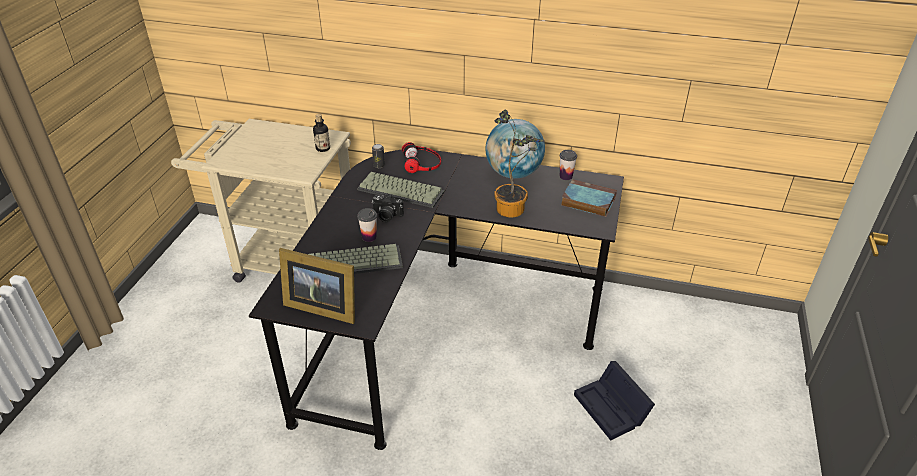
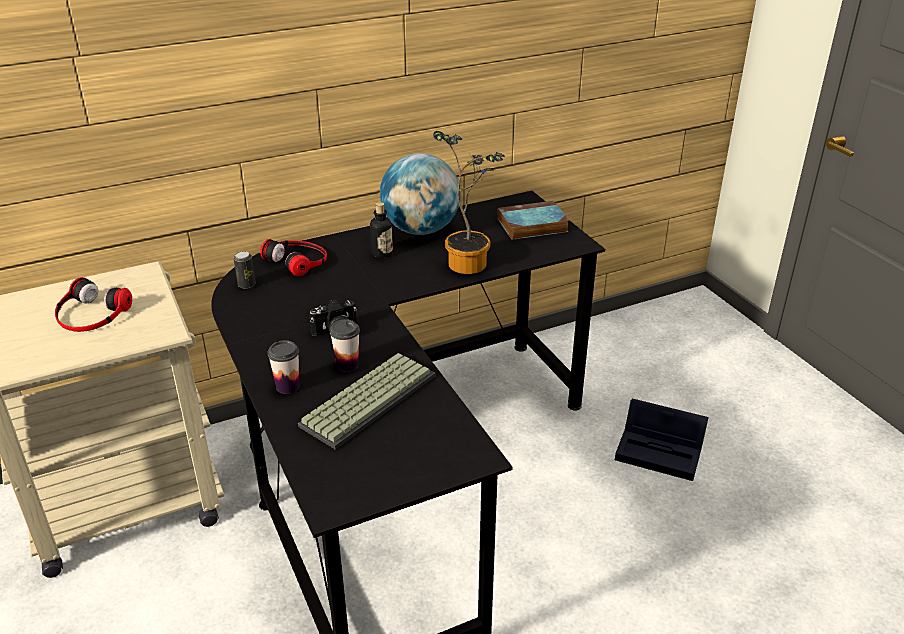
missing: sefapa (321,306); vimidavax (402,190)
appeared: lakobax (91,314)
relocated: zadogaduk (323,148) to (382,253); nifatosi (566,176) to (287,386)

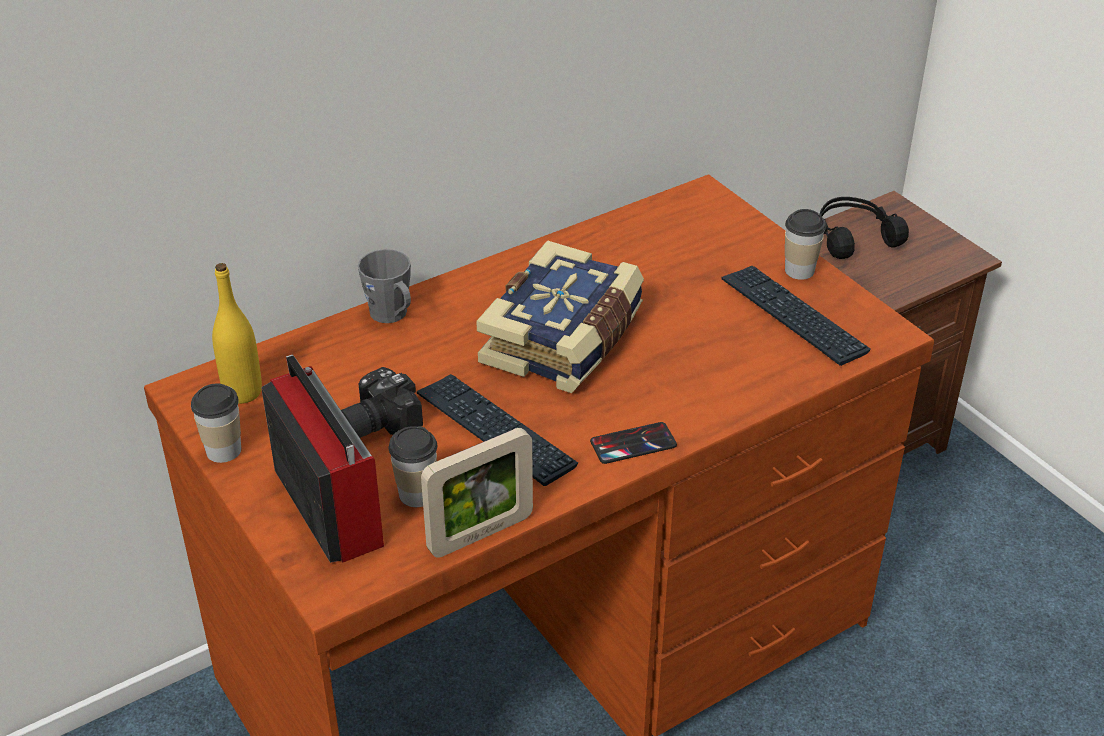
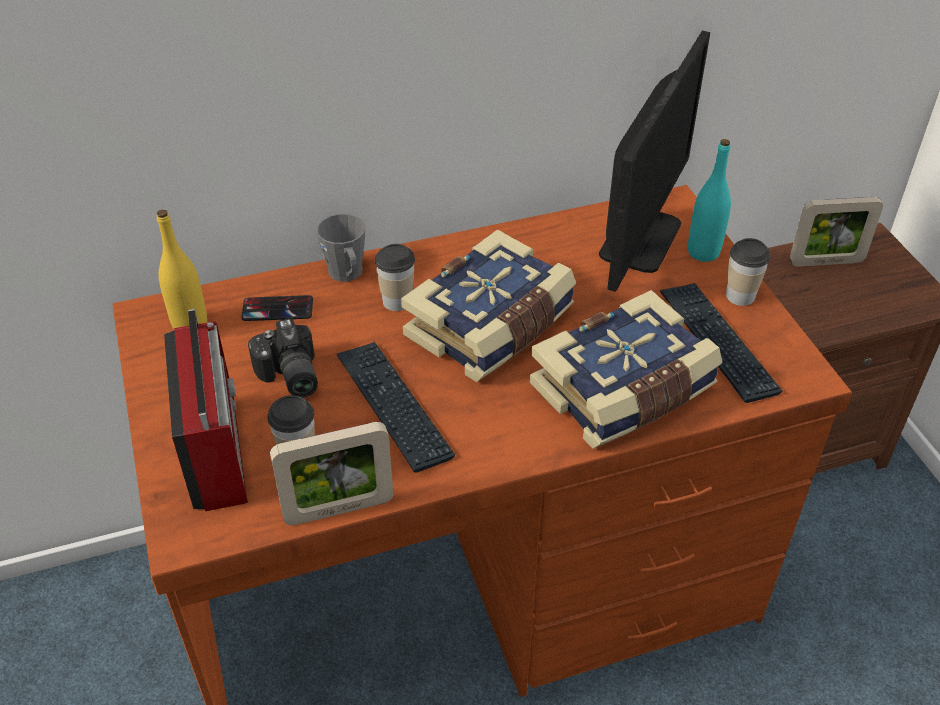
appeared: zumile (624,392); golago (640,239); turquoise zadogaduk (703,252)
relocated: nifatosi (223,450) to (397,301); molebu (633,443) to (277,309)
exchanged: black lakobax (853,237) to sefapa (826,262)
spun: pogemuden (373,423) = (288,377) 90 degrees counterclockwise

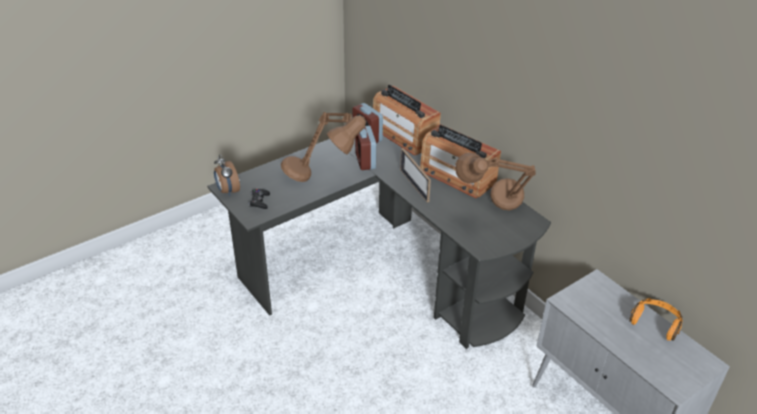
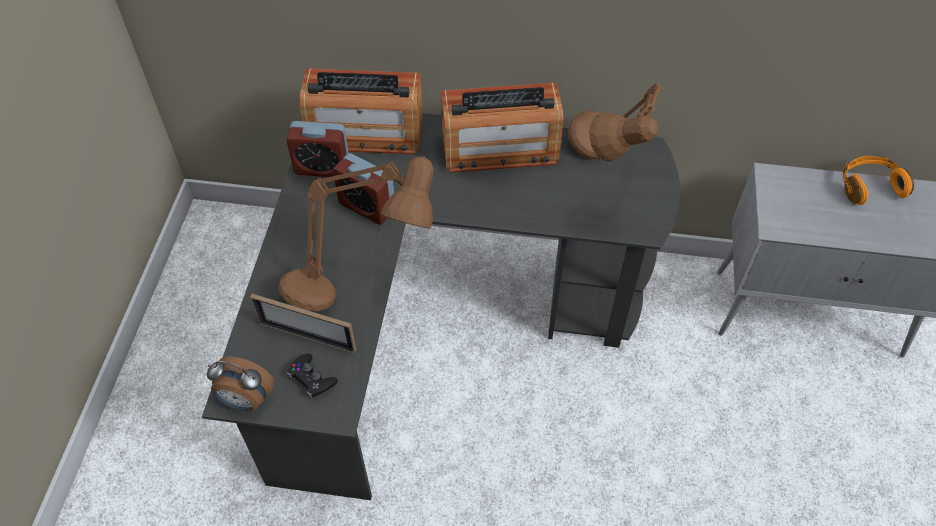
relocated: sefapa (414,185) to (307,336)

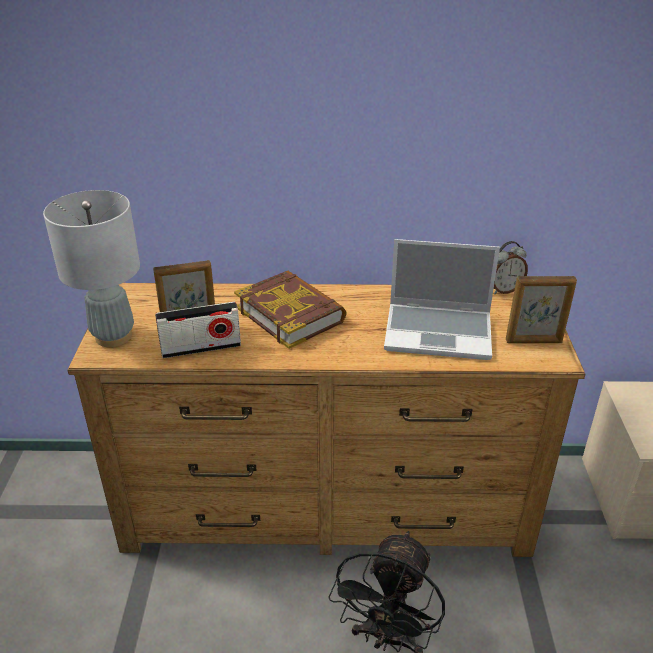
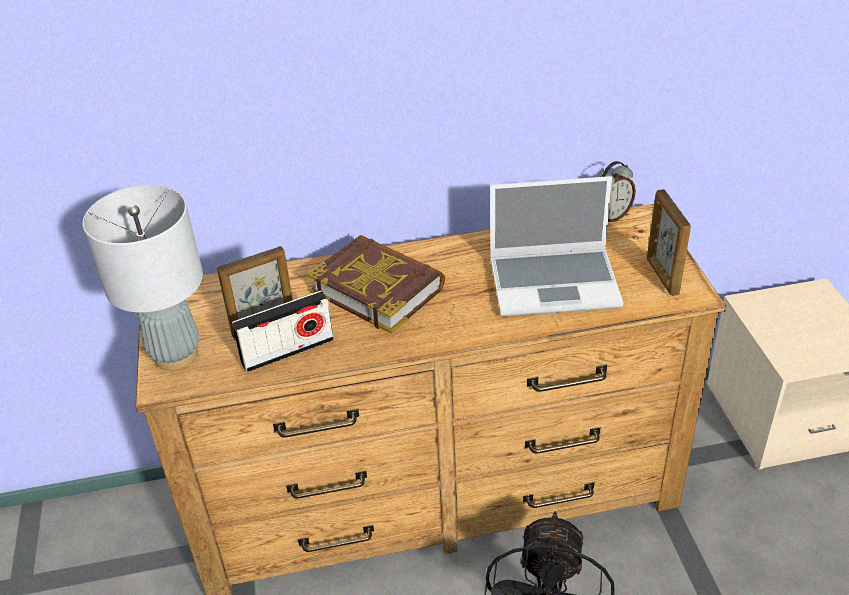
spun: sefapa (534,341) = (662,276) 90 degrees clockwise

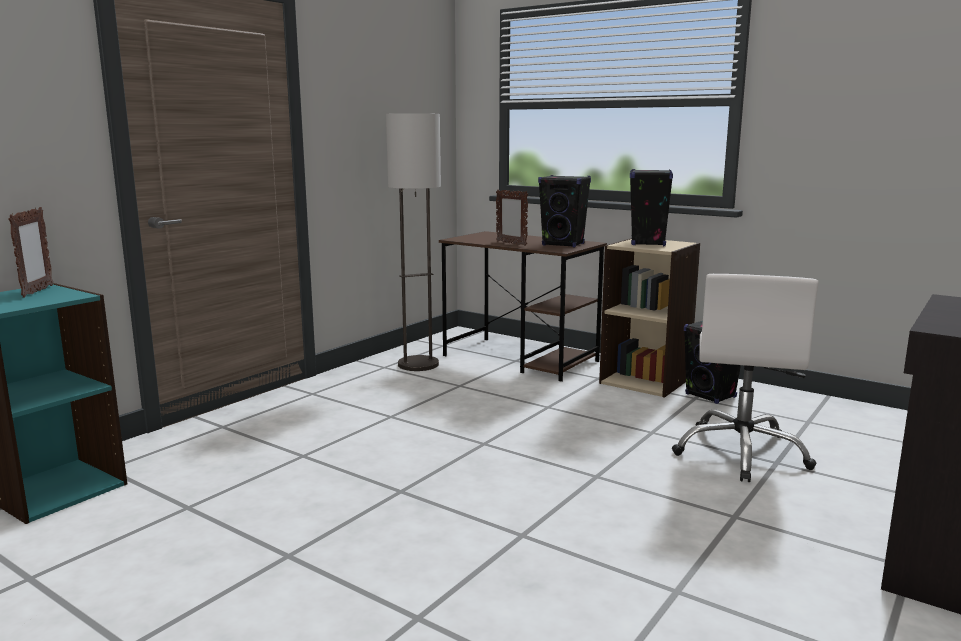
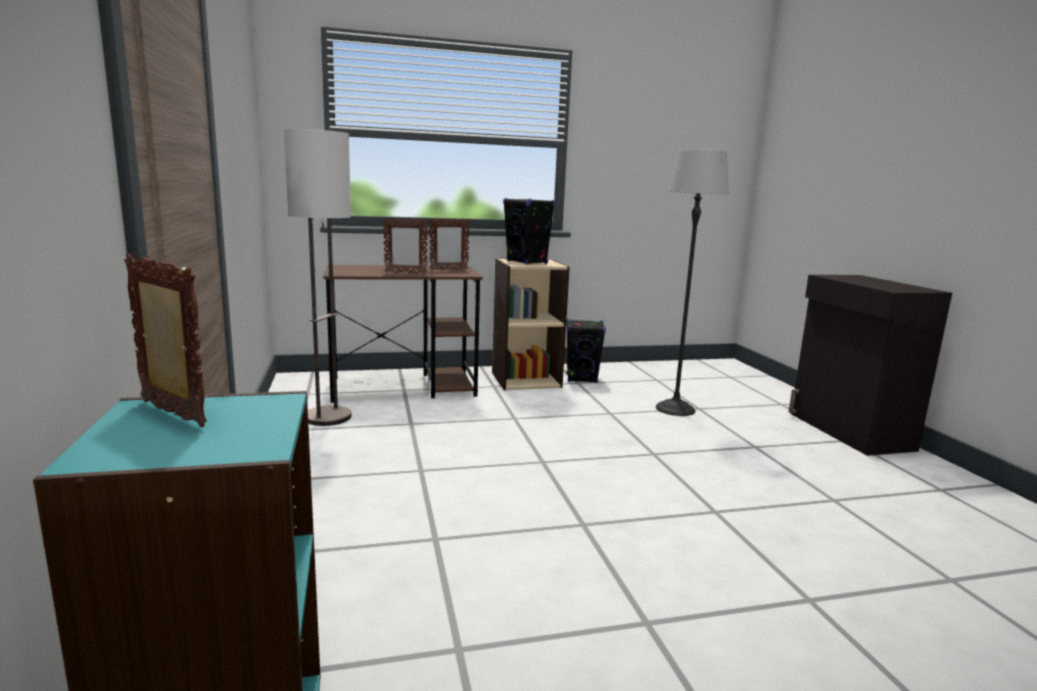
exchanged: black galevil (563,244) to sefapa (448,270); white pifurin (741,453) to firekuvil (675,409)

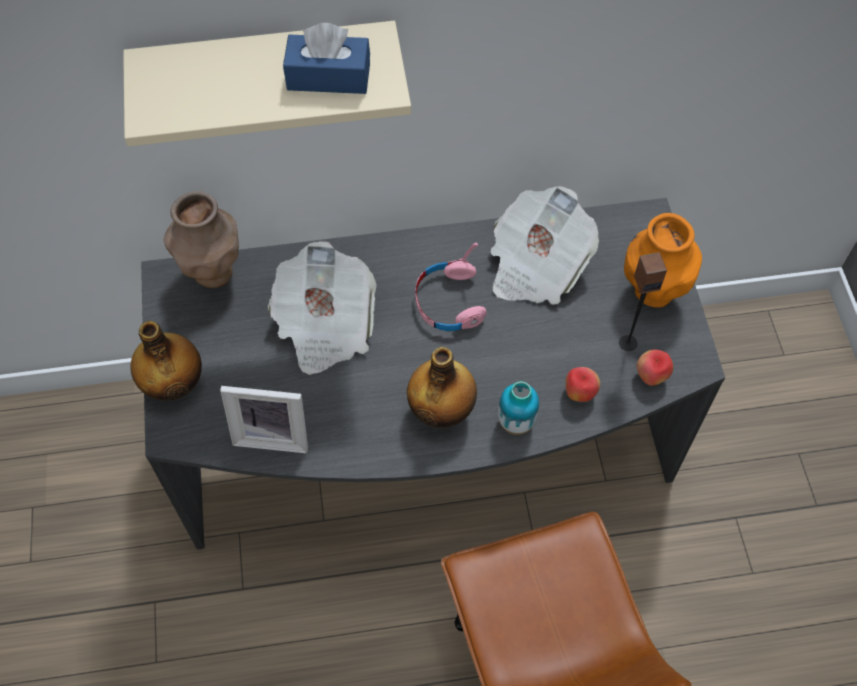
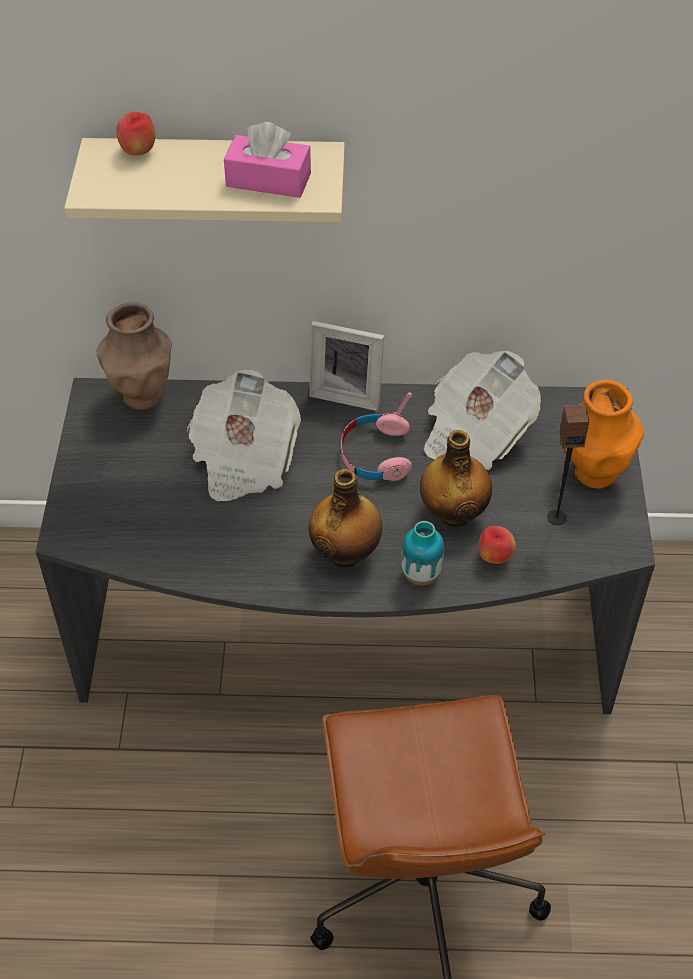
relocated: zadogaduk (174,384) to (454,513); sefapa (273,434) to (347,393); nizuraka (651,376) to (138,151)
colour: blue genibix (328,76) to pink genibix (268,180)

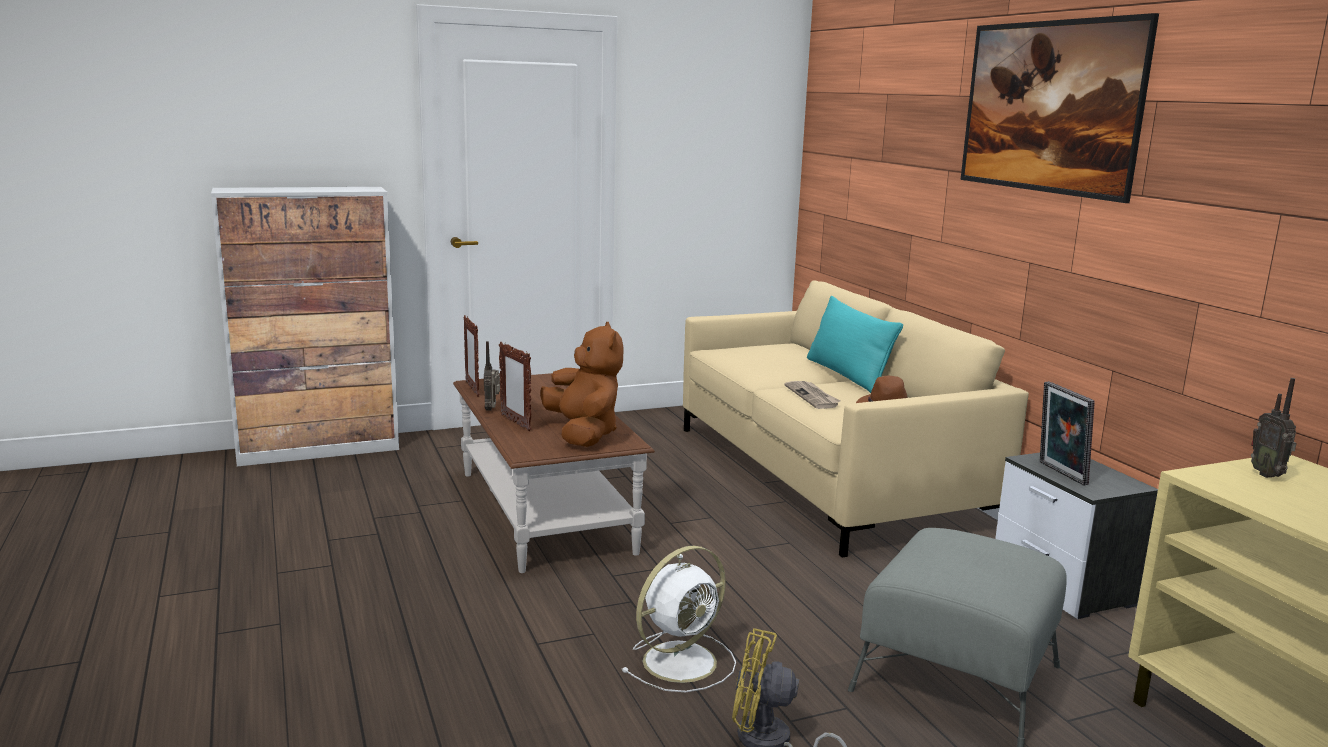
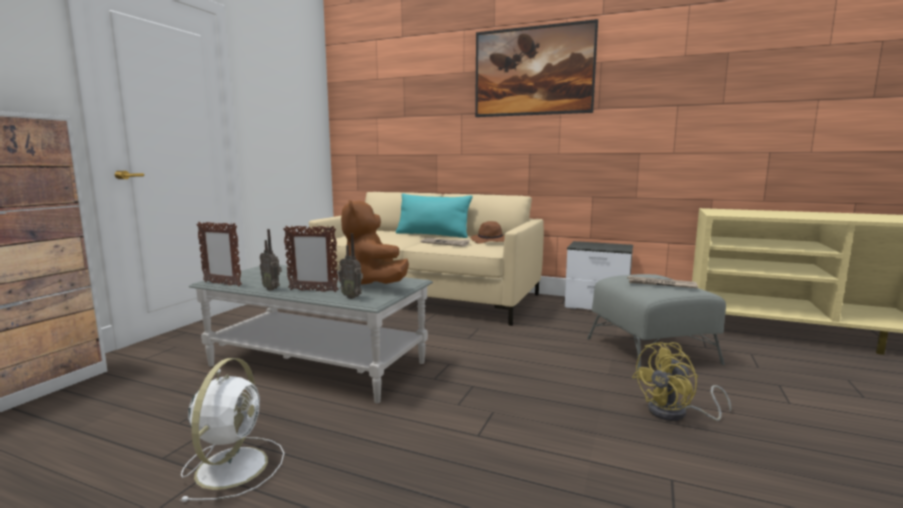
missing: sefapa (1059,473)
appeared: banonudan (660,284)
relocated: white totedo (682,660) to (233,465); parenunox (1268,475) to (352,297)
colour: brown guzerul (545,511) to grey guzerul (317,364)
spun: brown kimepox (583,434) = (374,284) 135 degrees counterclockwise

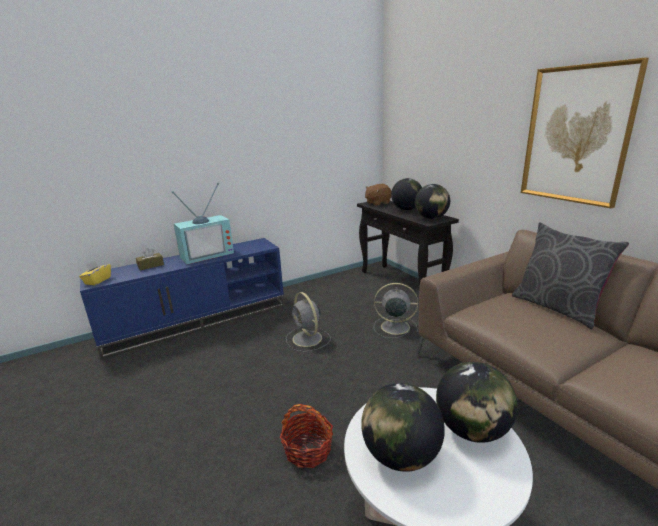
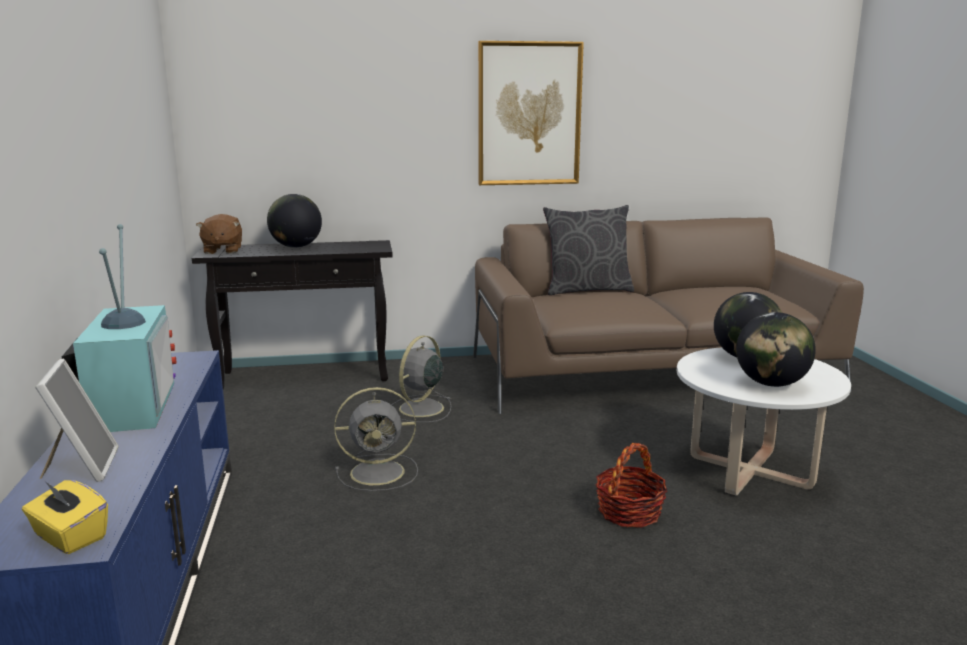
missing: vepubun (431,218)
exchanged: brown genibix (151,266) to sefapa (81,467)

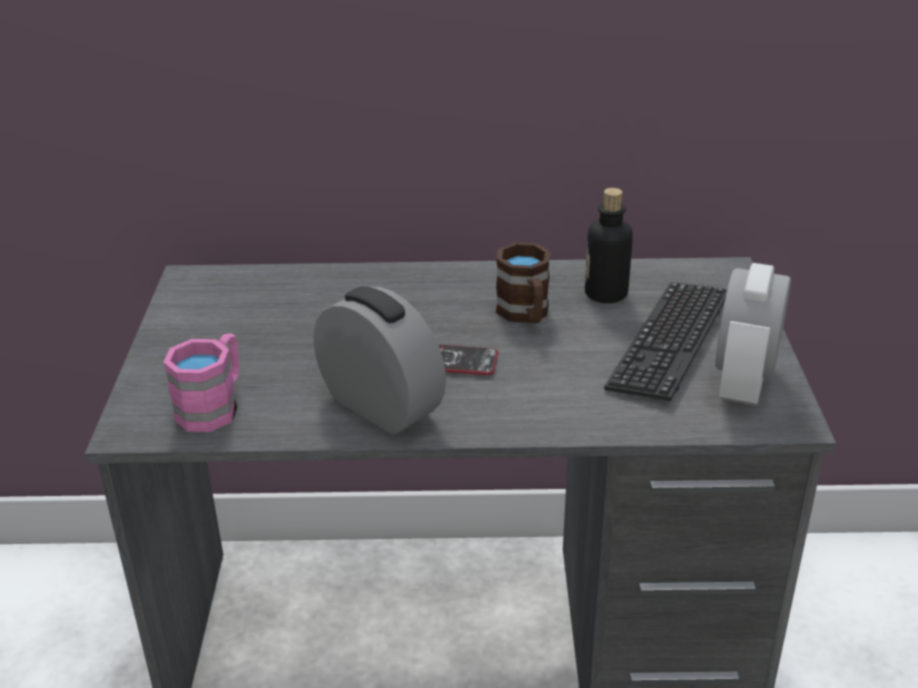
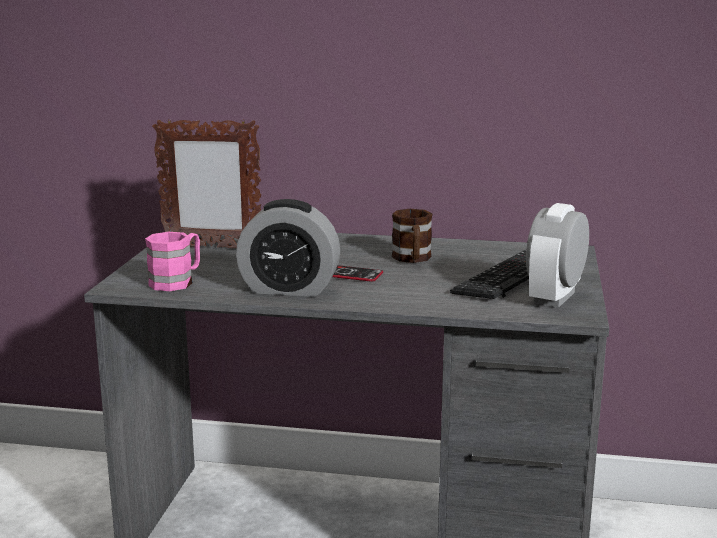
missing: zadogaduk (606,293)
appeared: sefapa (211,247)
spun: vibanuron (381,406) = (289,289) 135 degrees clockwise

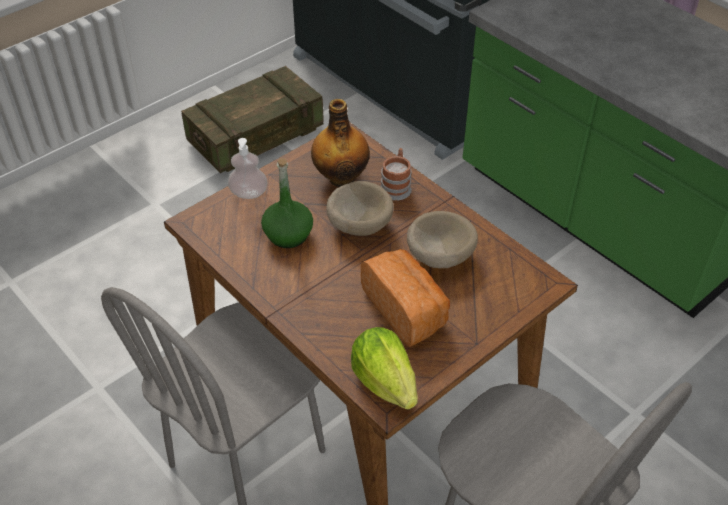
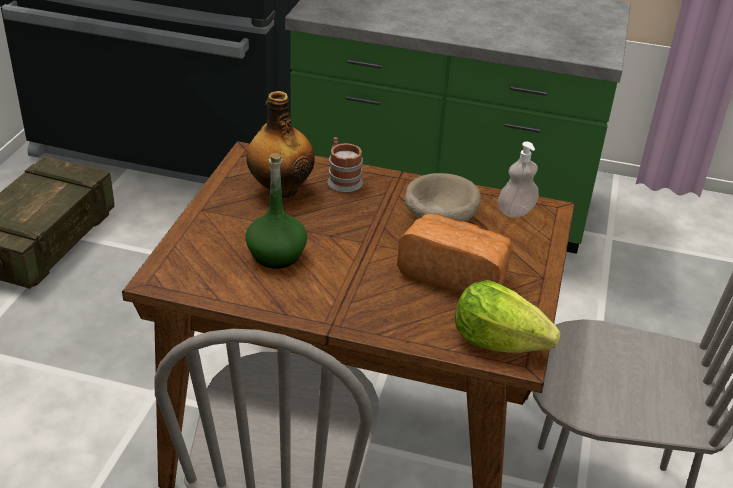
missing: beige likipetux (359,223)
relocated: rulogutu (249,193) to (516,211)

